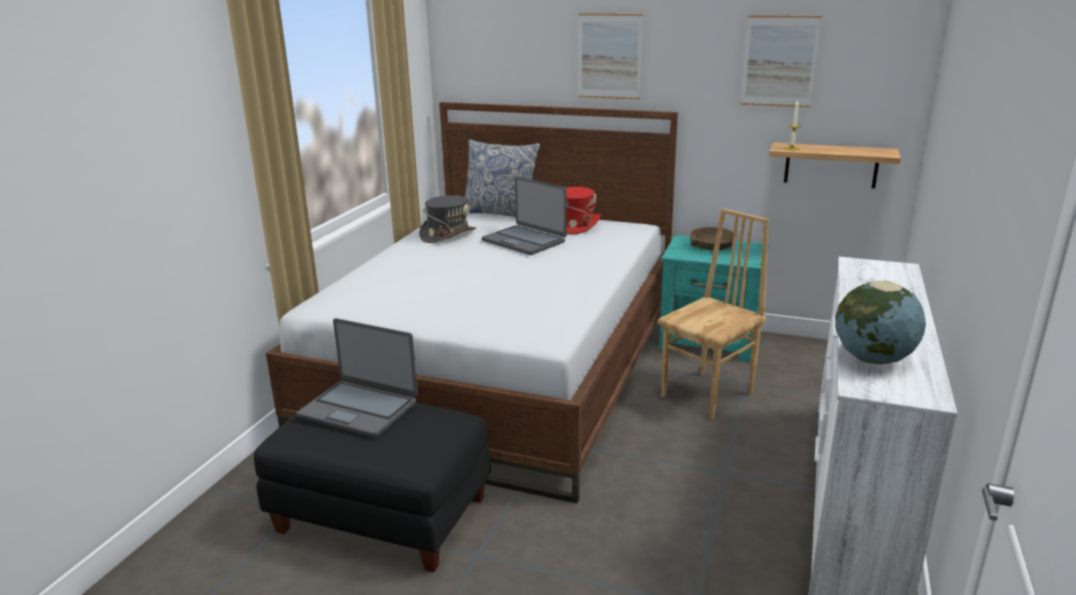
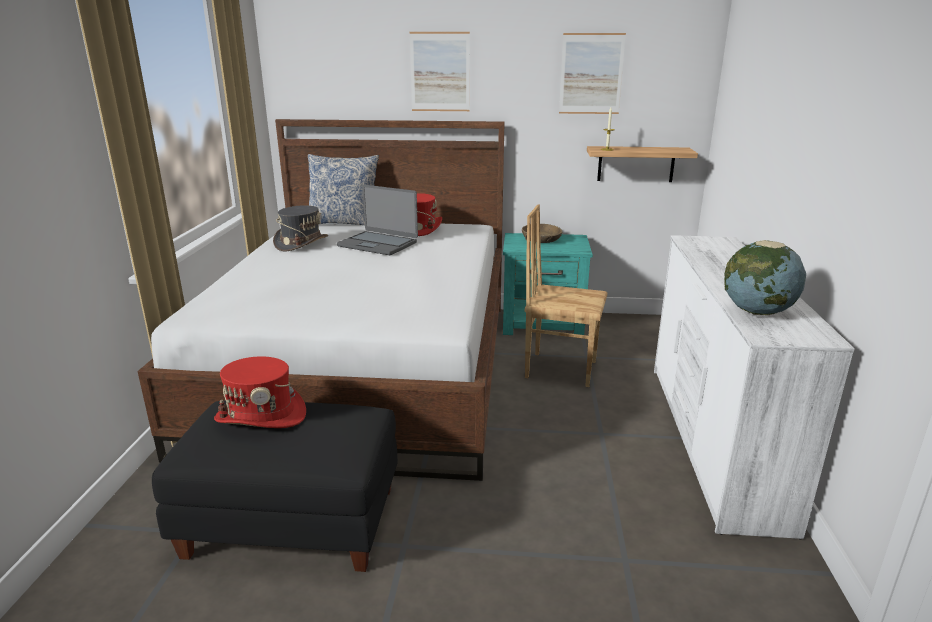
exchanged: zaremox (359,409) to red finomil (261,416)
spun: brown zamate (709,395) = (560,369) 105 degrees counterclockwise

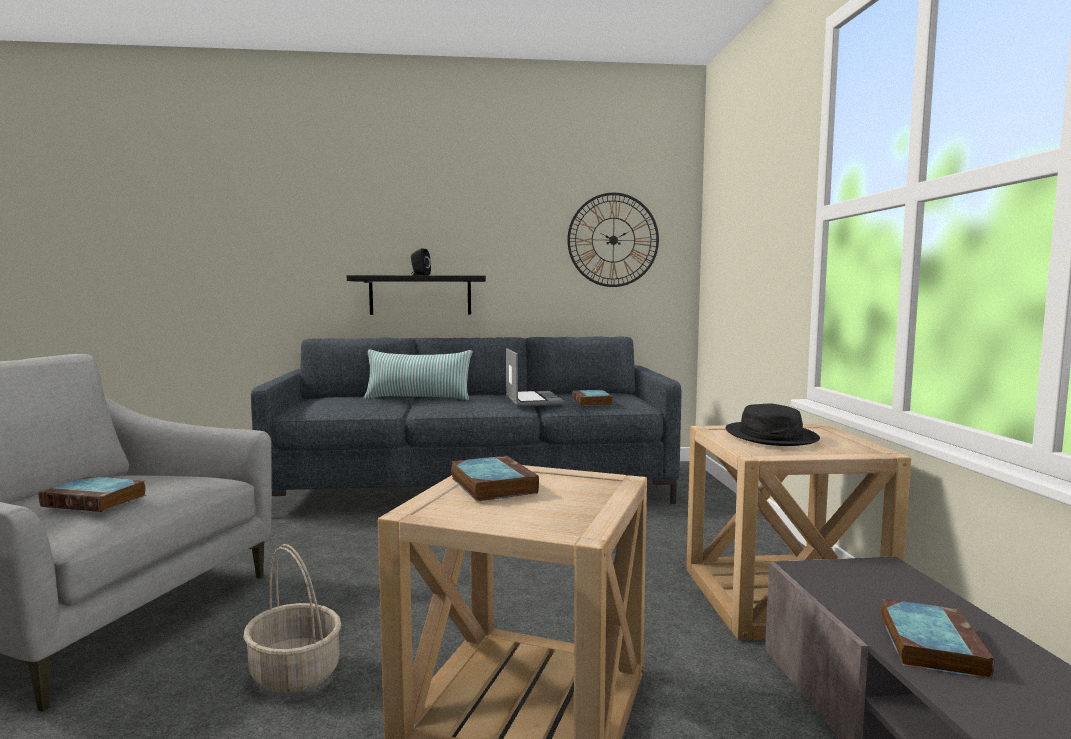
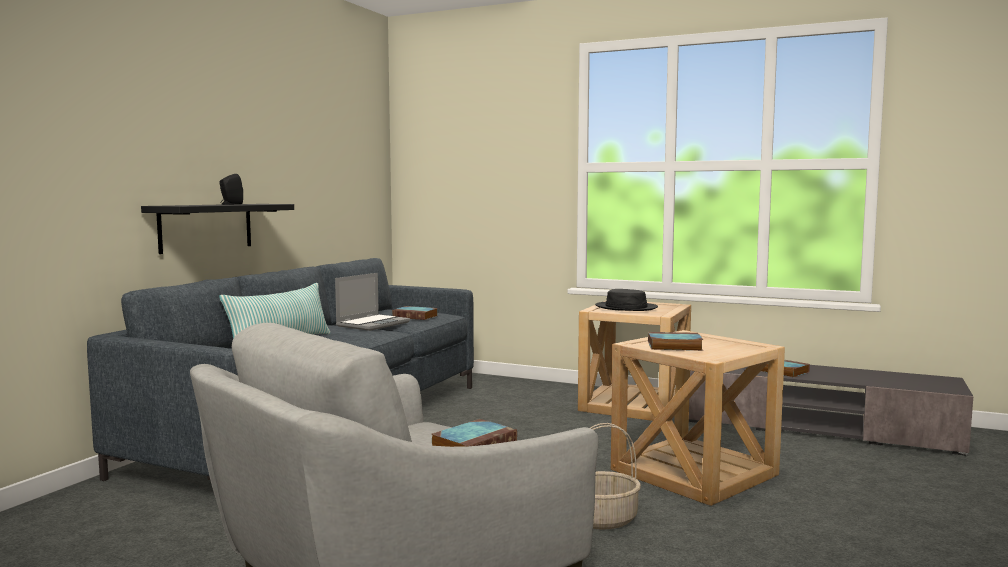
missing: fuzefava (613,240)
spun: zaremox (532,400) = (373,324) 105 degrees clockwise

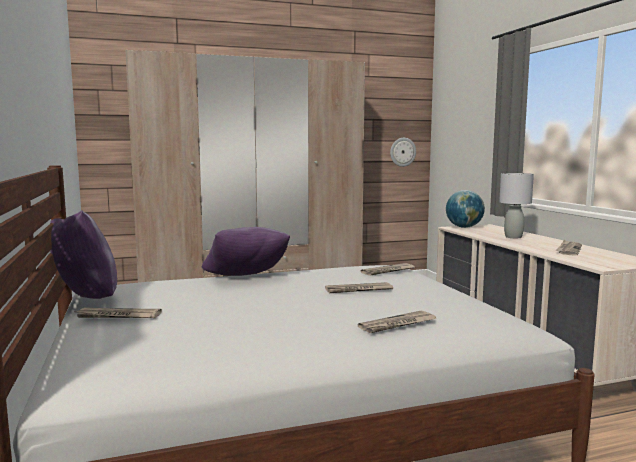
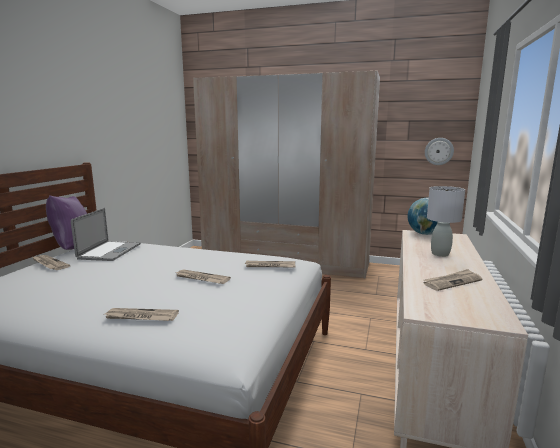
missing: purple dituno (246,278)
appeared: zaremox (110,251)

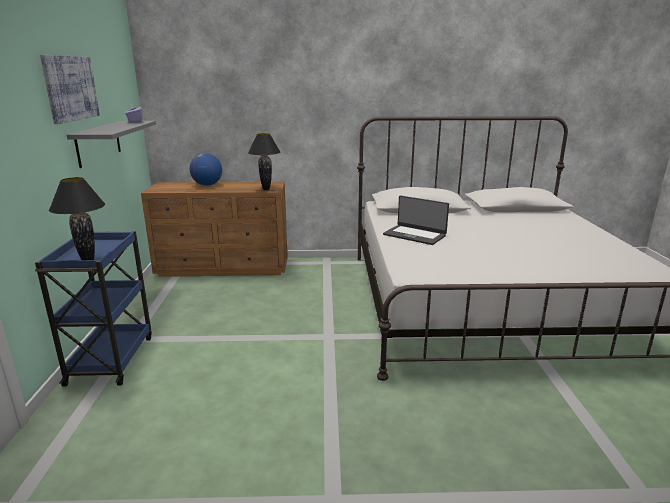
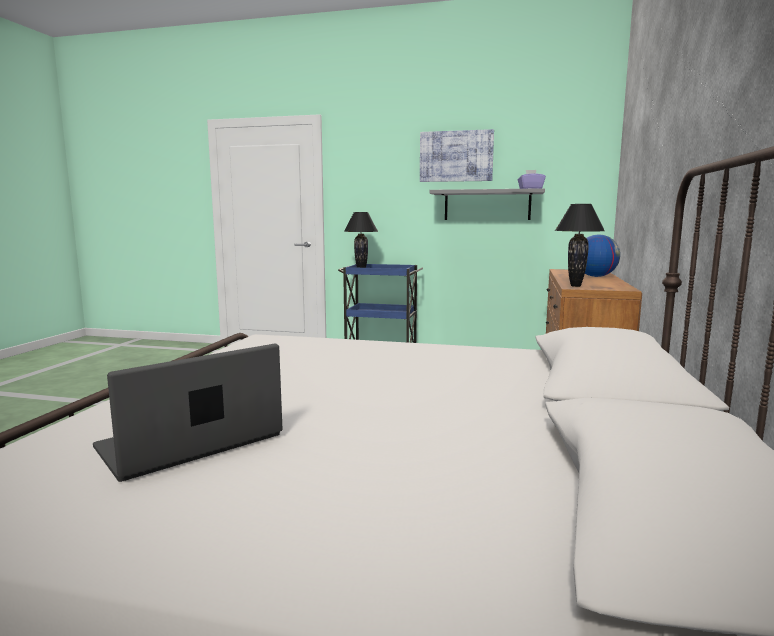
relocated: zaremox (415,235) to (191,443)

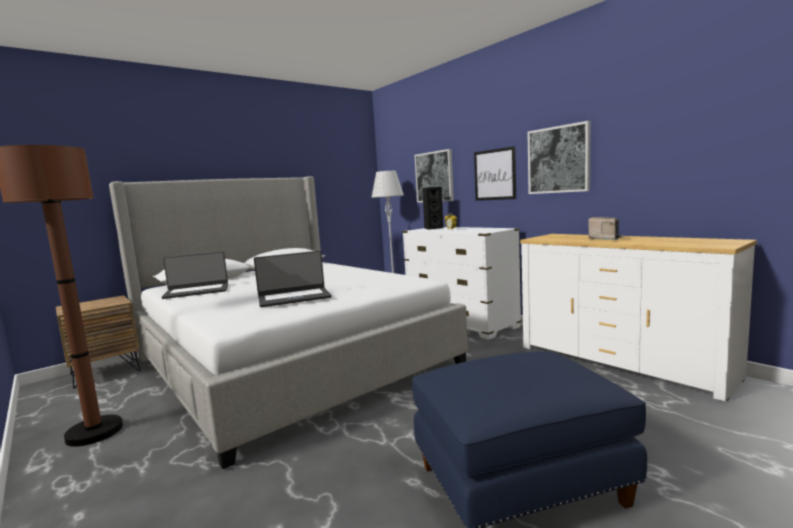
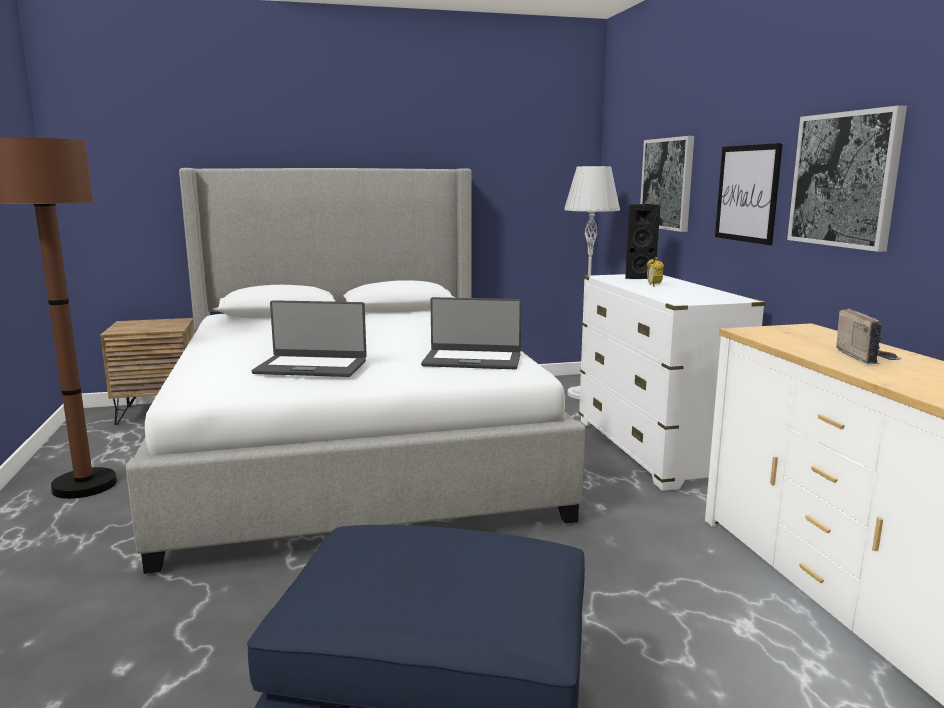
relocated: zaremox (197,291) to (472,360)

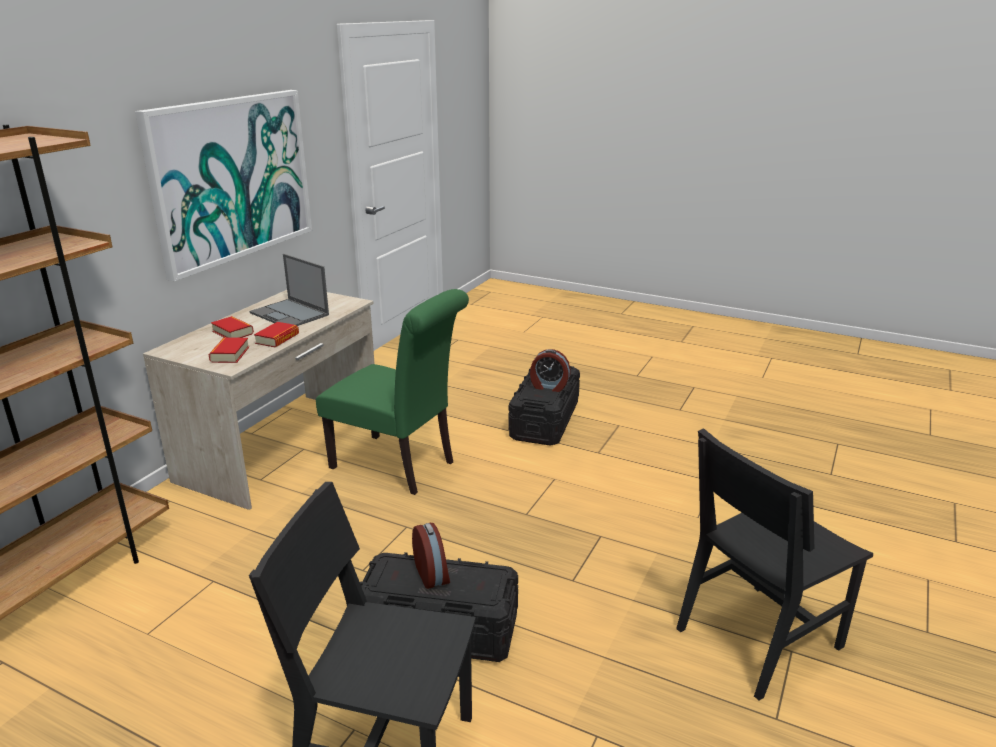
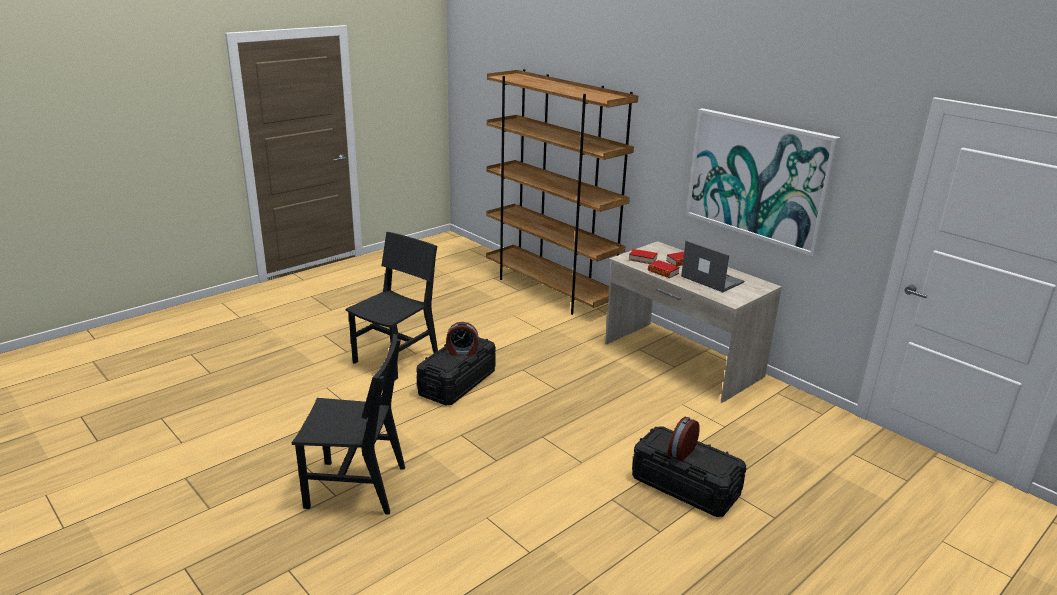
missing: green zamate (399,466)
spun: zaremox (290,314) = (711,279) 75 degrees clockwise; black zamate (758,637) = (356,487) 105 degrees clockwise

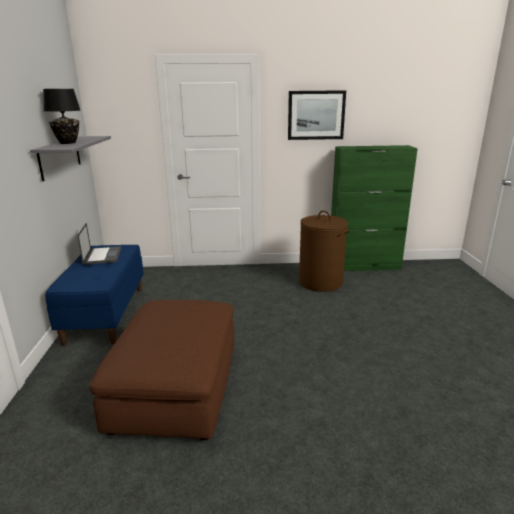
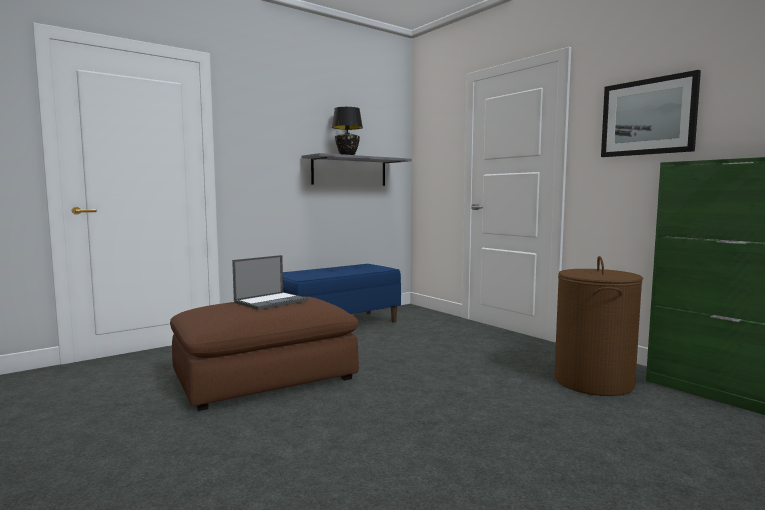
relocated: zaremox (102,255) to (271,301)

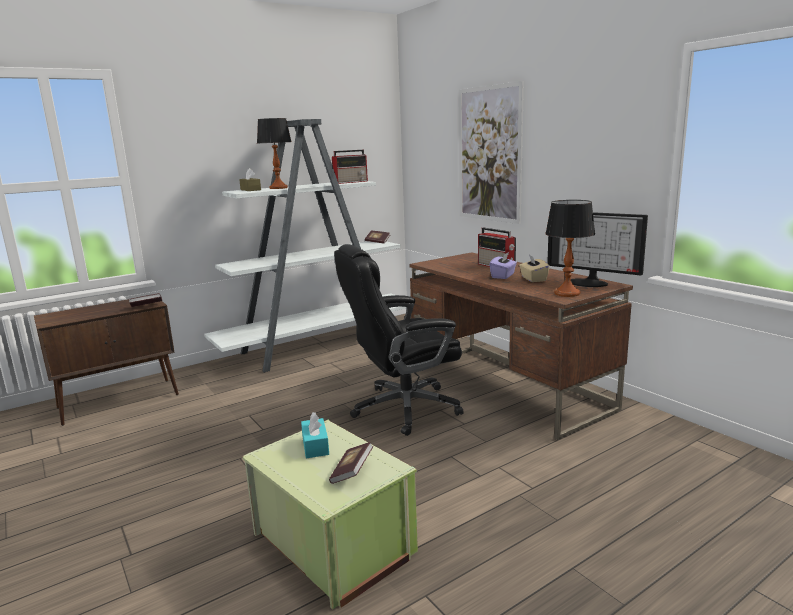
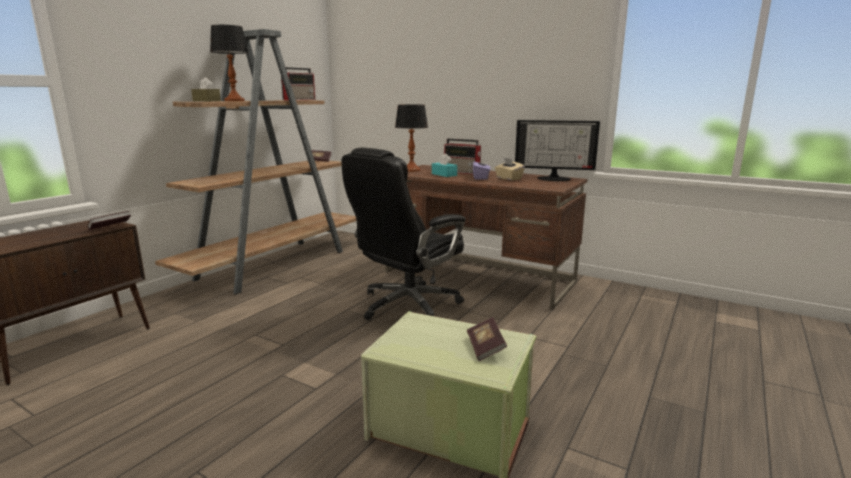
missing: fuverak (489,154)
relocated: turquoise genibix (315,446) to (444,174); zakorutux (567,293) to (411,170)
colour: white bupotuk (320,345) to brown bupotuk (275,264)

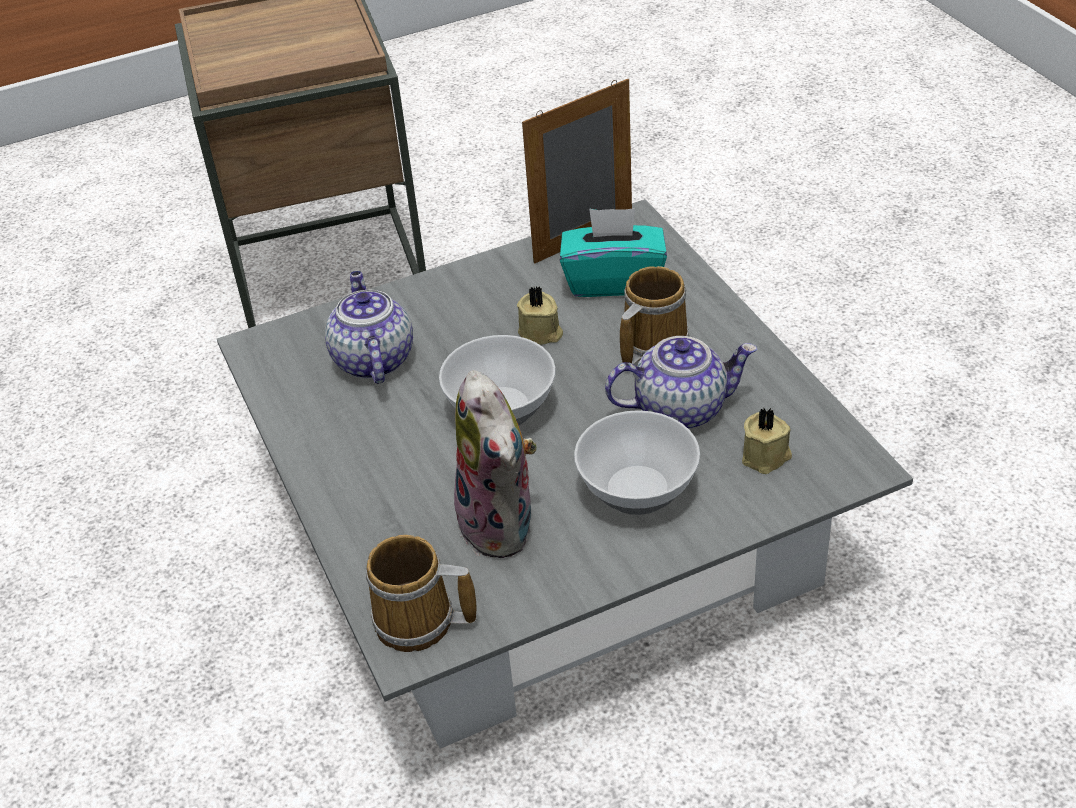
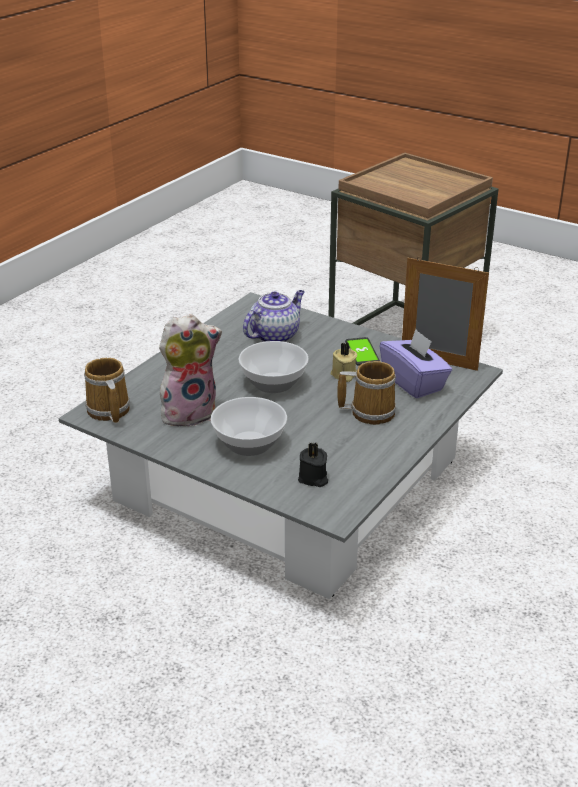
missing: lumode (681,408)
appeared: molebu (362,352)
colour: turquoise genibix (614,280) to purple genibix (414,382); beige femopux (766,457) to black femopux (313,478)
spun: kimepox (503,525) = (189,412) 150 degrees counterclockwise

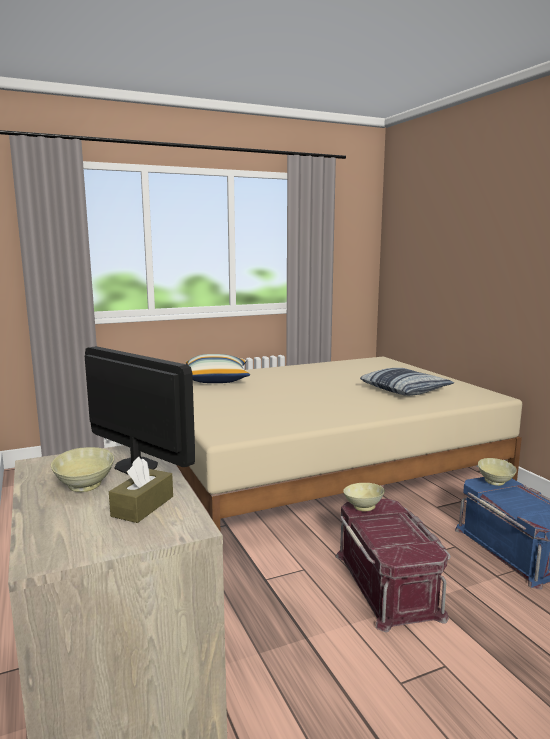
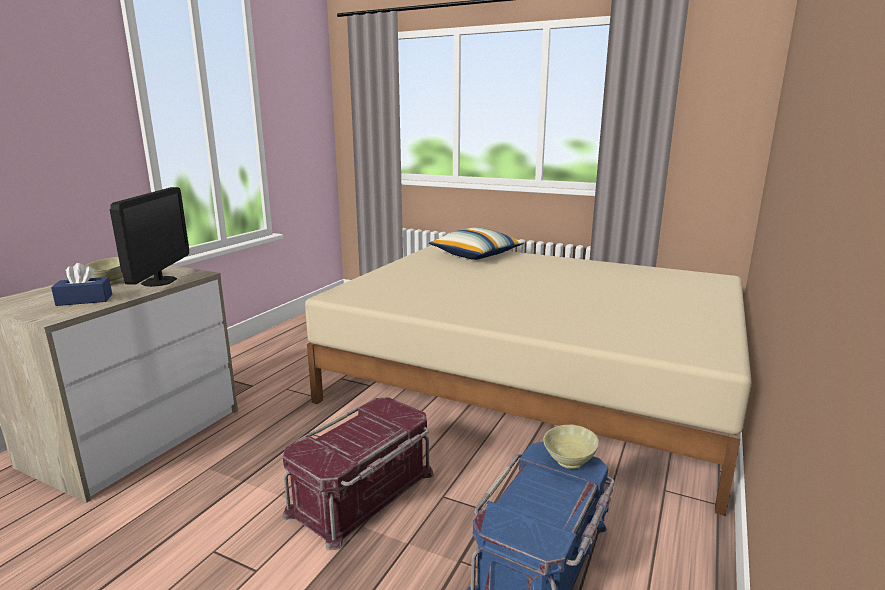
missing: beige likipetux (363,507); dituno (405,390)
colour: brown genibix (143,506) to blue genibix (84,300)

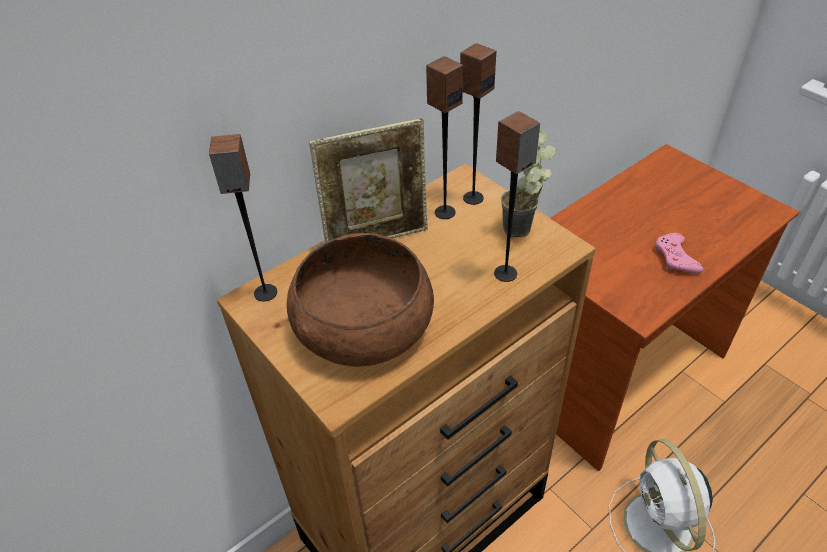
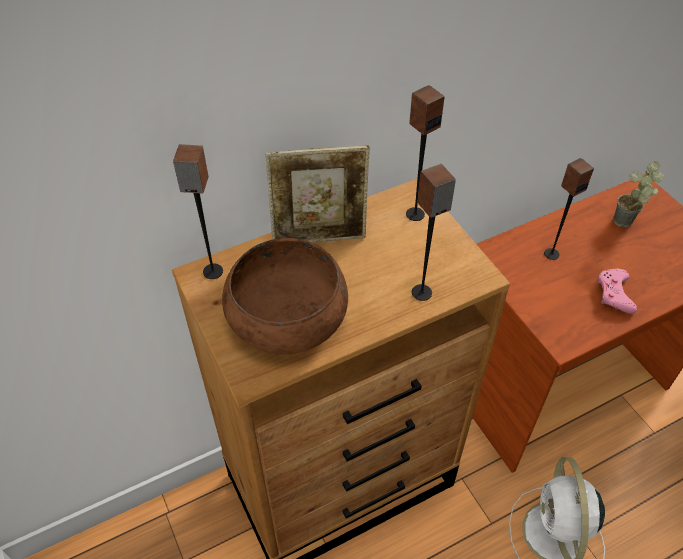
relocated: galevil (444,212) to (551,253); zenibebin (523,233) to (626,225)

